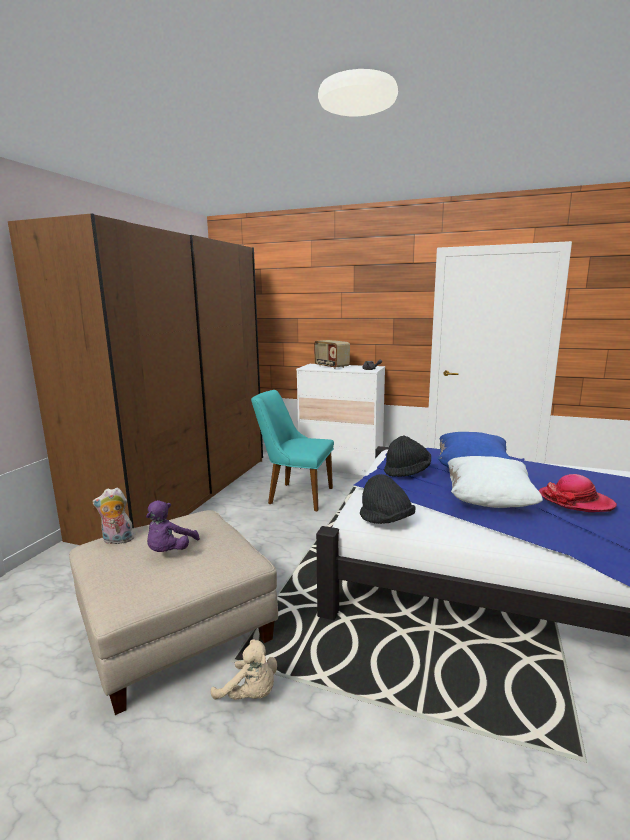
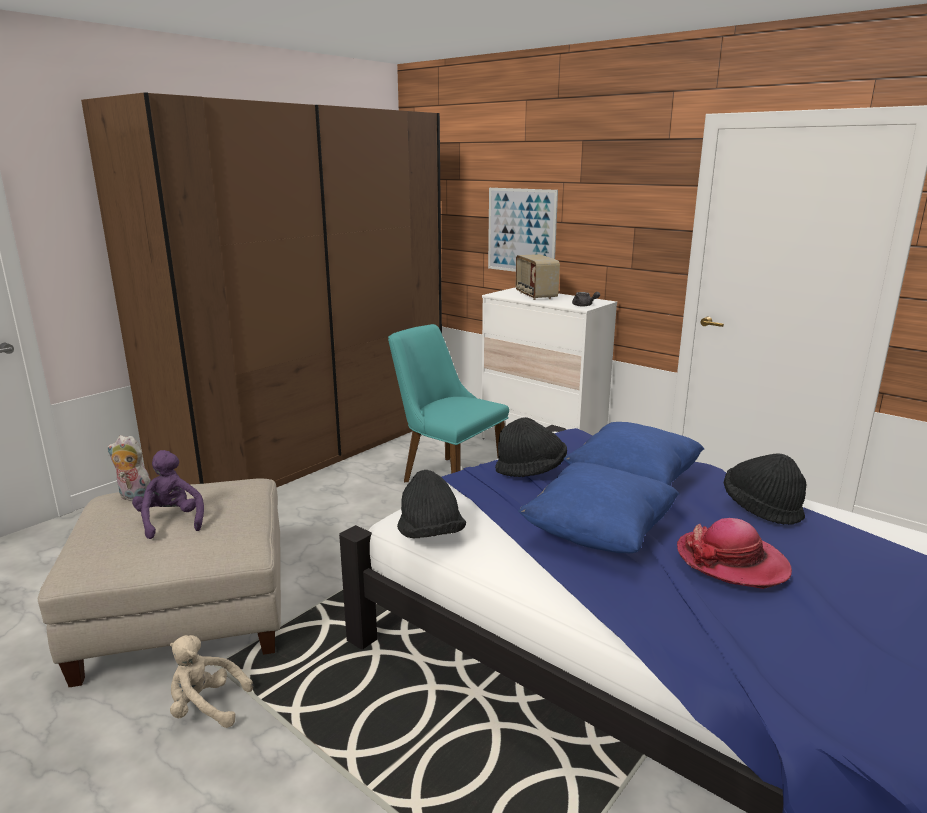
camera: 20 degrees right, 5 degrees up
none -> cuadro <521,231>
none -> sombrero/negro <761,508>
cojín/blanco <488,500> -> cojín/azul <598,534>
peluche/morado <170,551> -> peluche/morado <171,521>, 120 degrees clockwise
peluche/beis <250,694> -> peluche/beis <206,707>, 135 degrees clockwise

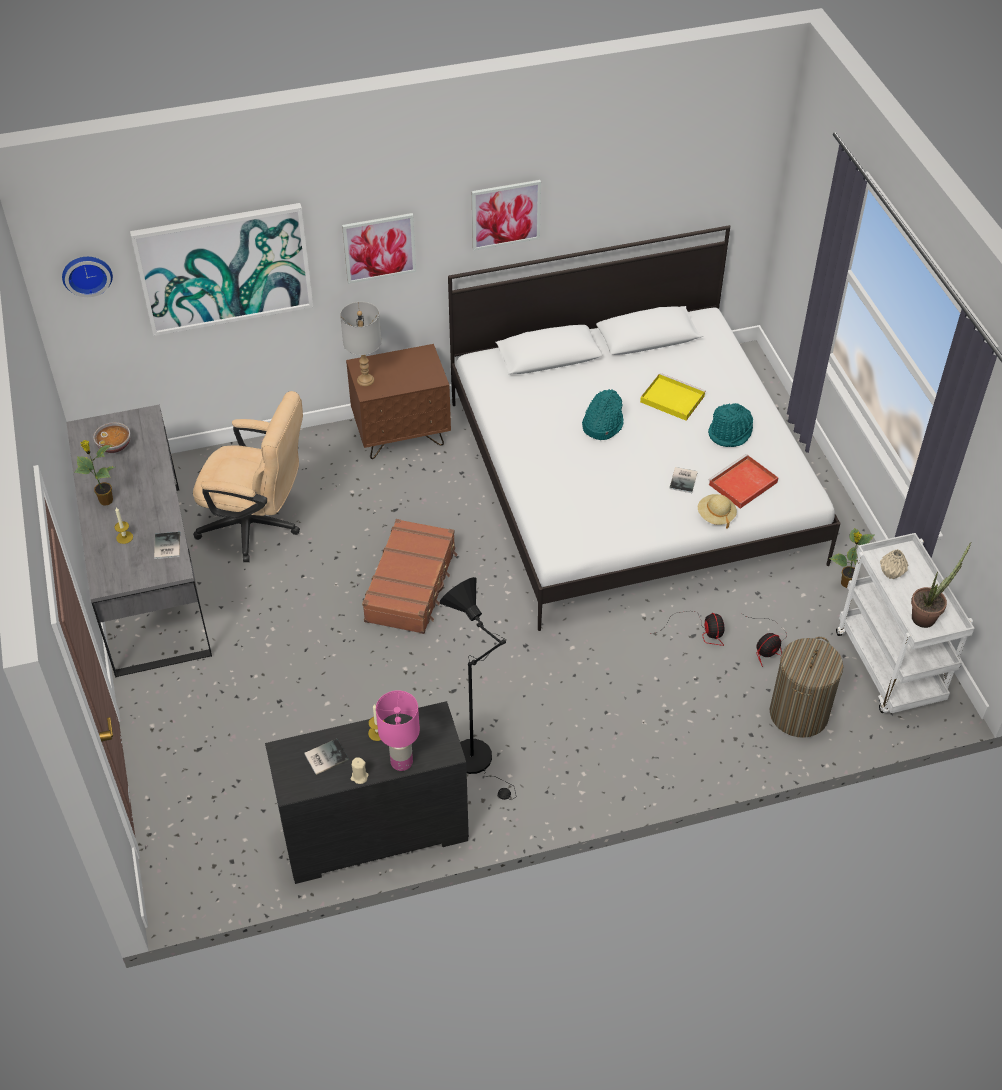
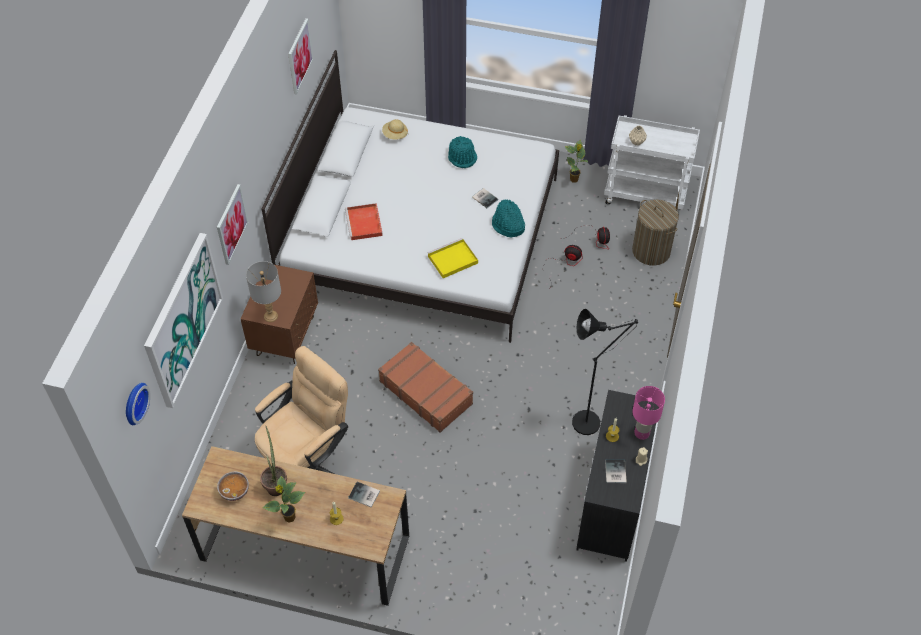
camera: 60 degrees left, 5 degrees up
cuadro <505,214> -> cuadro <300,56>, relocated
sombrero/turquesa <602,424> -> sombrero/turquesa <508,225>, relocated
bandeja/amarillo <671,399> -> bandeja/amarillo <452,260>, relocated
sombrero/beis <715,516> -> sombrero/beis <395,135>, relocated
bandeja/rojo <742,484> -> bandeja/rojo <364,224>, relocated
planta en maceta <927,616> -> planta en maceta <276,484>, relocated
escritorio/gris <149,576> -> escritorio/marrón <305,547>

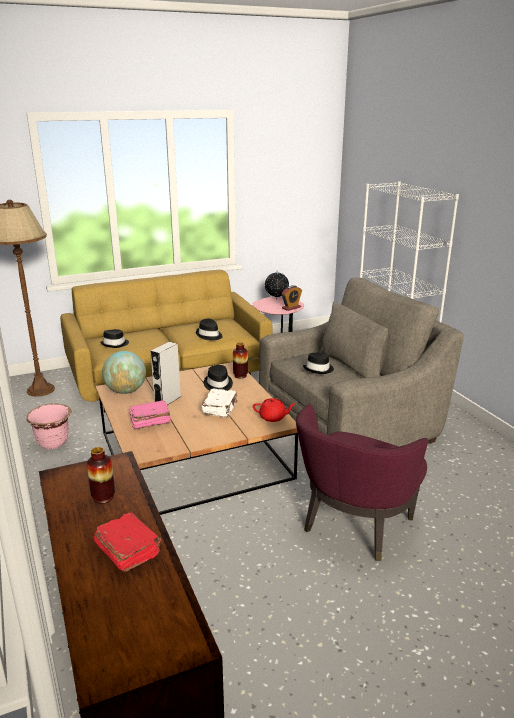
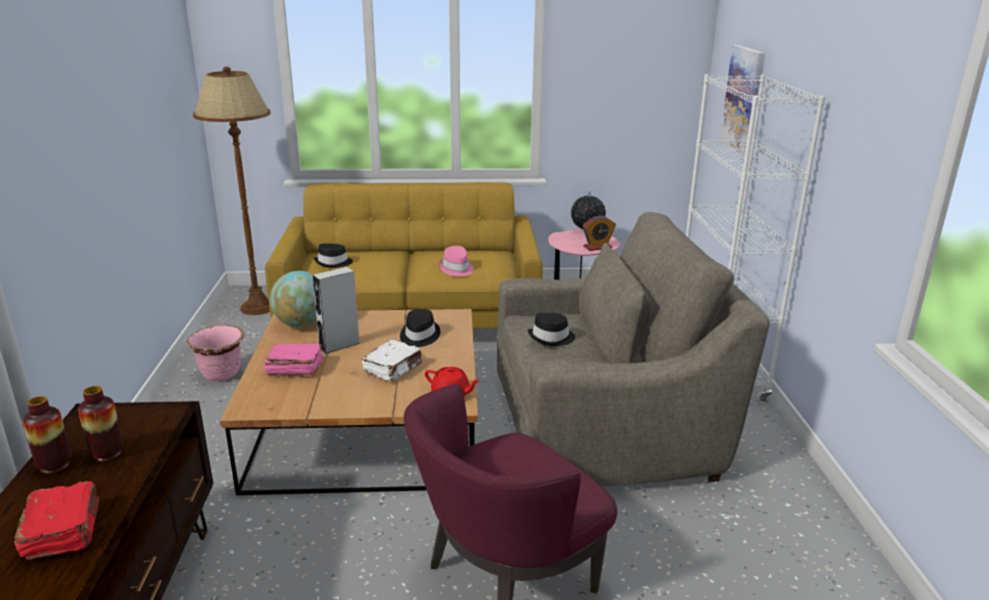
camera: 20 degrees right, 0 degrees up
none -> cuadro <743,100>
florero <240,376> -> florero <55,466>, relocated
sombrero/negro <209,335> -> sombrero/rosa <456,269>

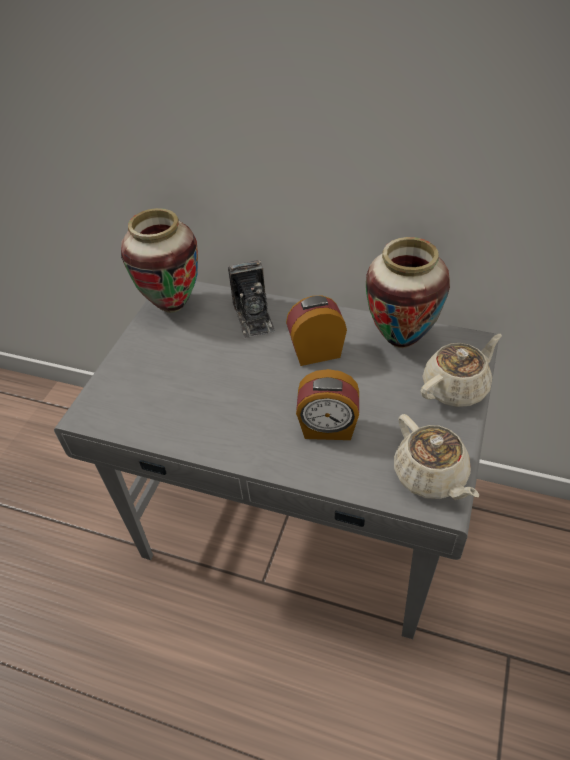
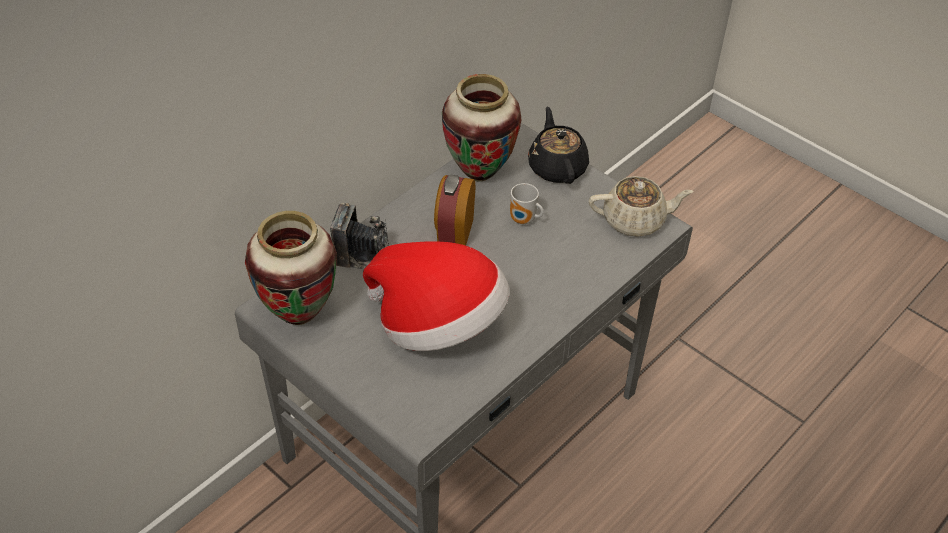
camera: 70 degrees left, 0 degrees up
despertador <328,428> -> none
none -> sombrero <438,324>
none -> taza grande <524,220>
tetera/beis <456,388> -> tetera/negro <557,167>

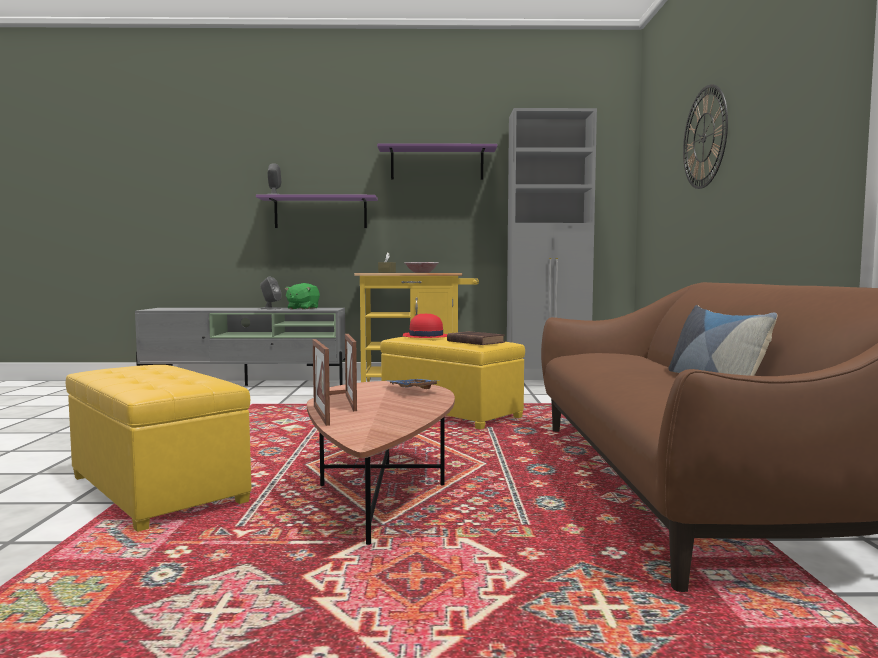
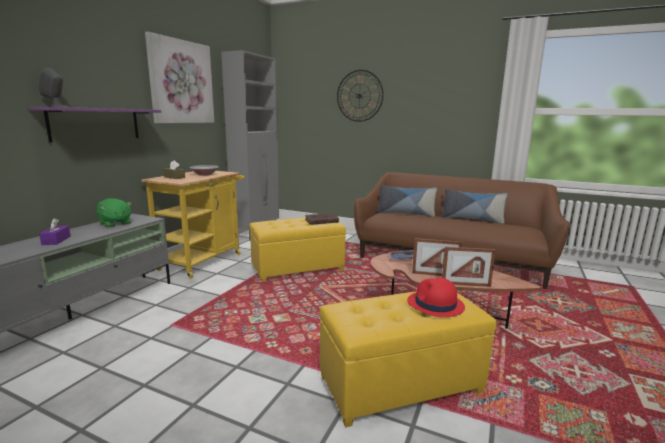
camera: 65 degrees left, 10 degrees up
altavoz/gris <270,308> -> none
none -> caja de pañuelos/morado <56,240>
none -> cojín <405,213>
sombrero/rojo <425,337> -> sombrero/rojo <435,305>, relocated
estante/morado <437,164> -> cuadro <181,82>

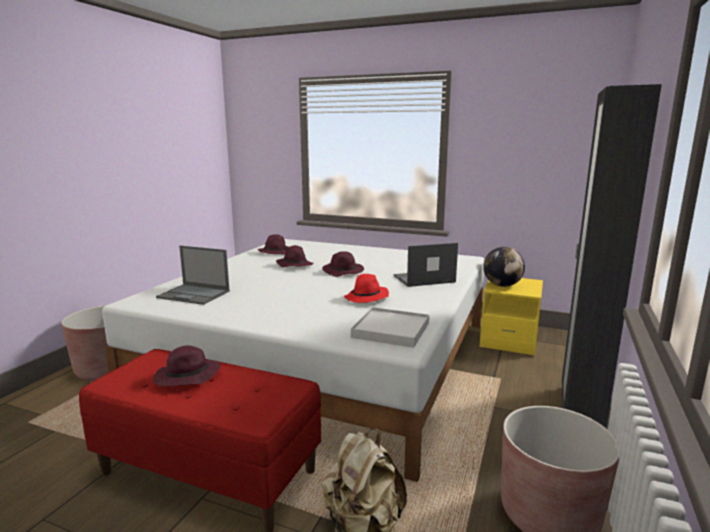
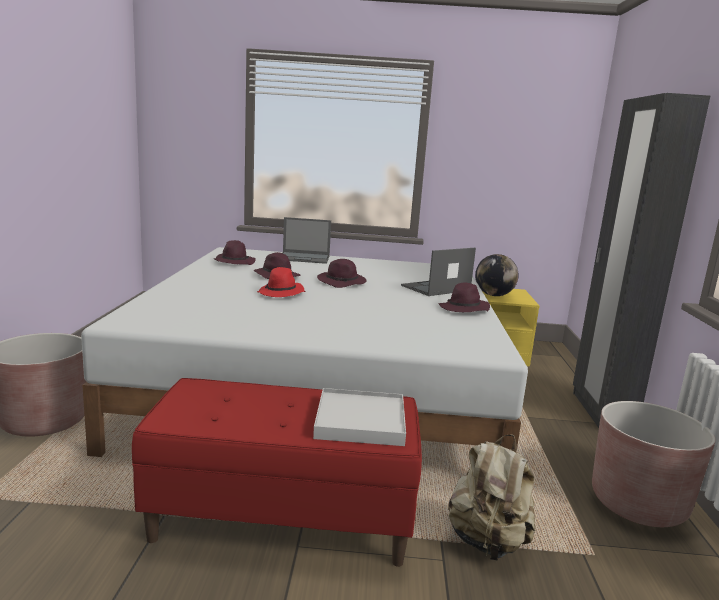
camera: 20 degrees left, 0 degrees up
sombrero/morado <186,377> -> sombrero/morado <464,309>, relocated
portátil <194,294> -> portátil <305,258>, relocated
sombrero/rojo <366,298> -> sombrero/rojo <281,293>, relocated
bandeja/blanco <391,330> -> bandeja/blanco <360,421>, relocated

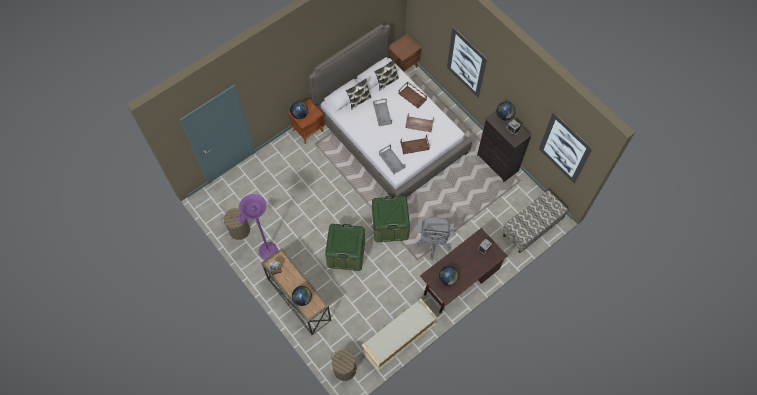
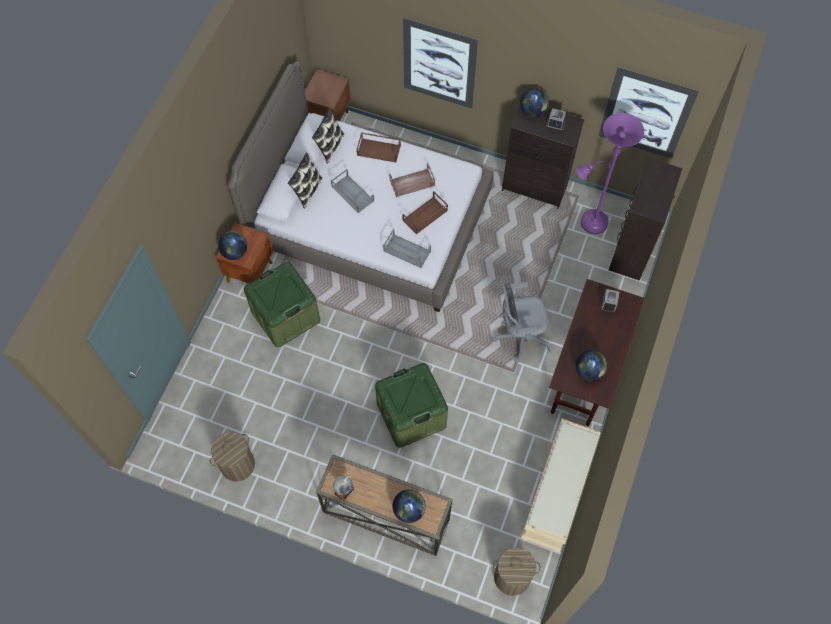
camera: 30 degrees left, 0 degrees up
lámpara de pie/morado <266,250> -> lámpara de pie/morado <590,222>, relocated
caja de almacenaje/verde <390,225> -> caja de almacenaje/verde <285,316>, relocated
banco <531,228> -> cómoda/negro <631,250>
silla de oficina/gris <433,243> -> silla de oficina/gris <519,337>, 105 degrees clockwise

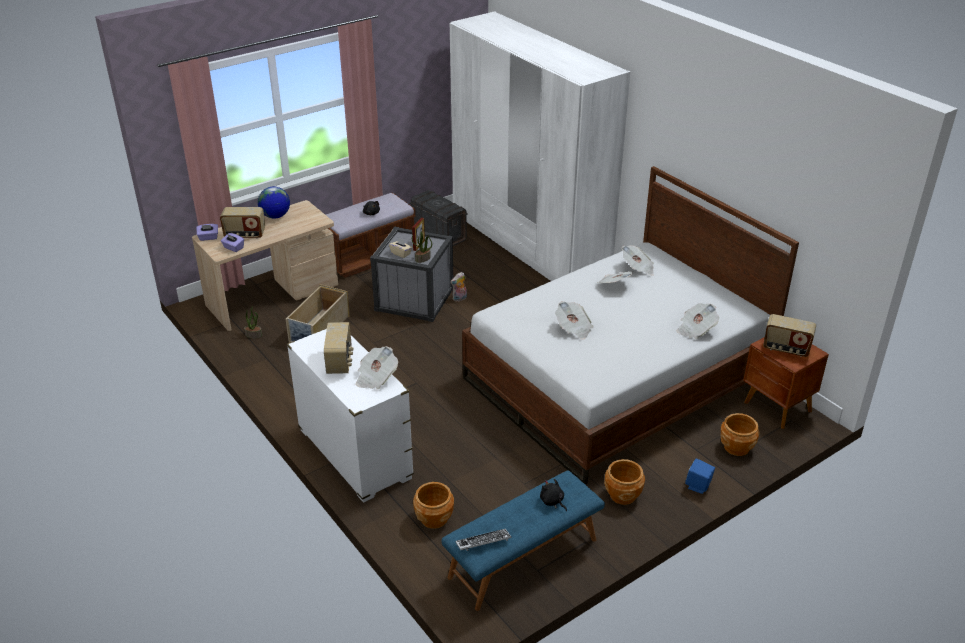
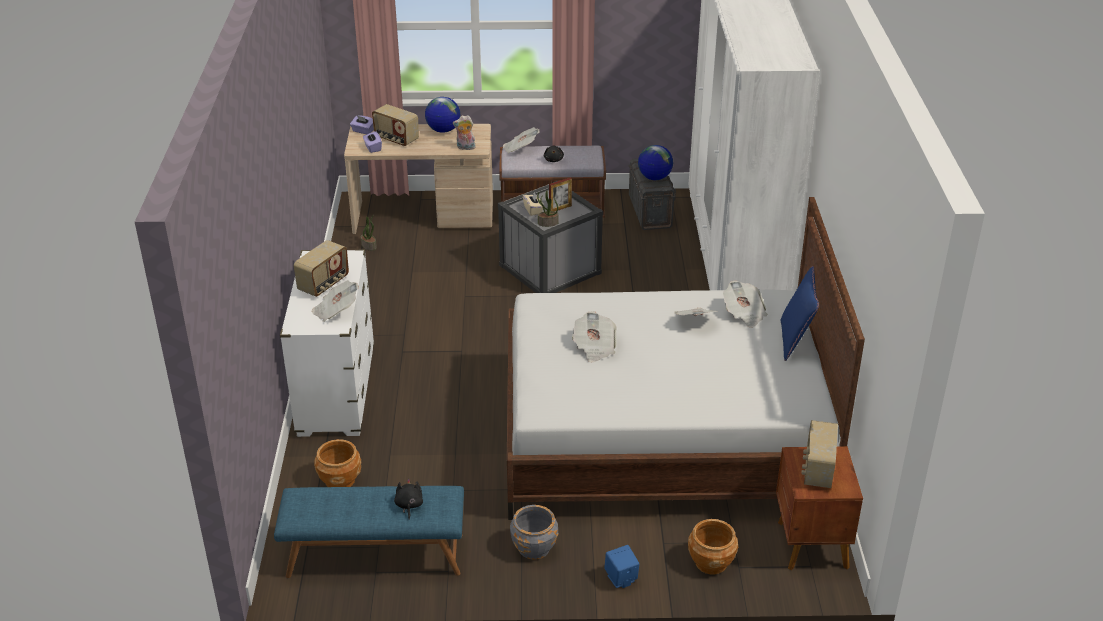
camera: 35 degrees right, 0 degrees up
caja de almacenaje/beis <319,329> -> none
teclado <483,542> -> none
none -> globo terráqueo <654,178>
none -> cojín/azul <795,341>
peluche <459,299> -> peluche <465,148>, relocated
periódico <695,329> -> periódico <520,149>, relocated
maceta/marrón <623,495> -> maceta/gris <534,548>
radio <786,349> -> radio <817,470>, 45 degrees clockwise

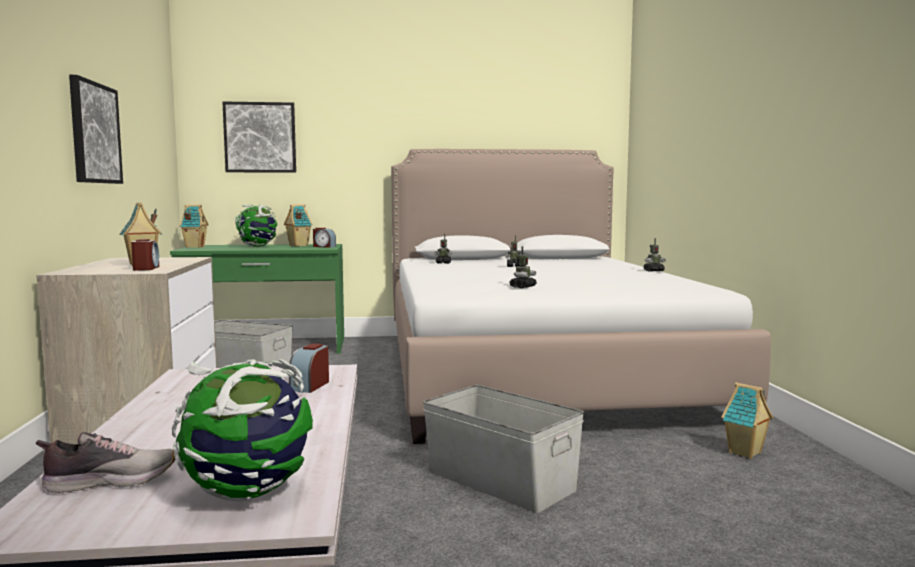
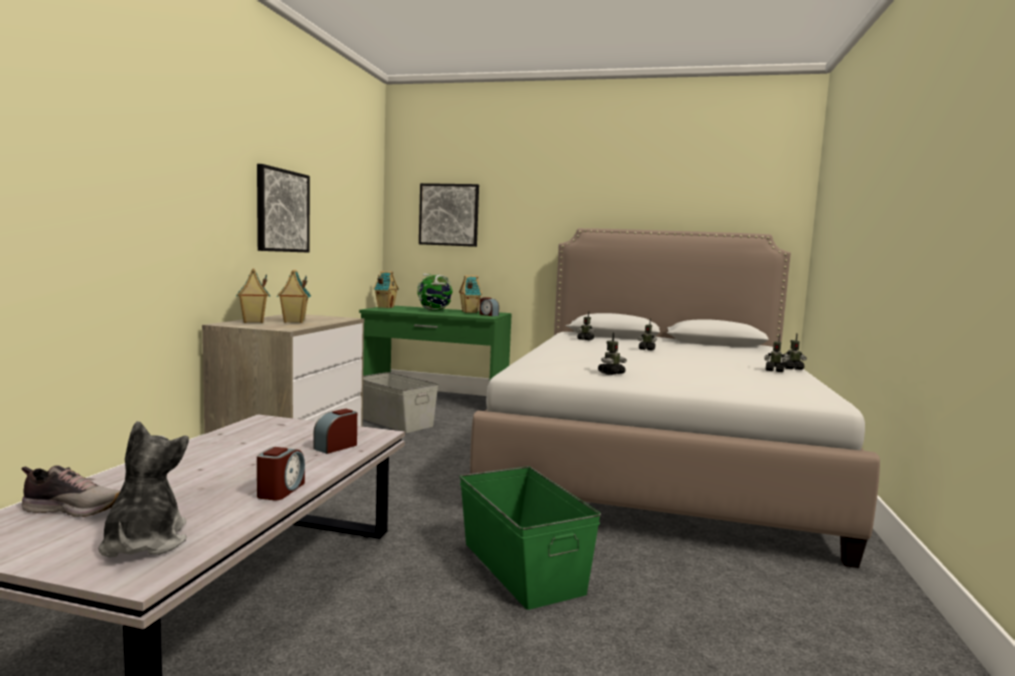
camera: 20 degrees right, 0 degrees up
none -> robot de juguete <774,371>
despertador <146,268> -> despertador <280,490>, relocated
casita <745,453> -> casita <253,322>, relocated
globo terráqueo <249,493> -> peluche <144,543>
caja de almacenaje/gris <500,481> -> caja de almacenaje/verde <521,567>

